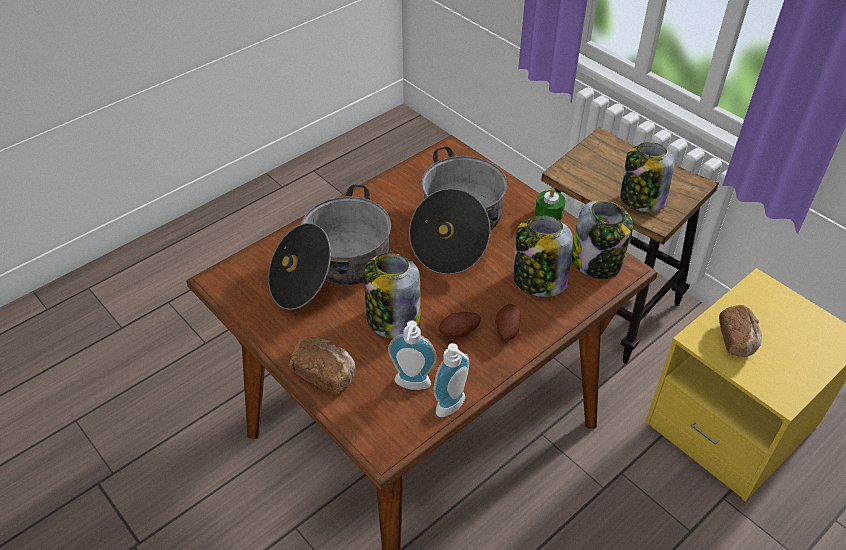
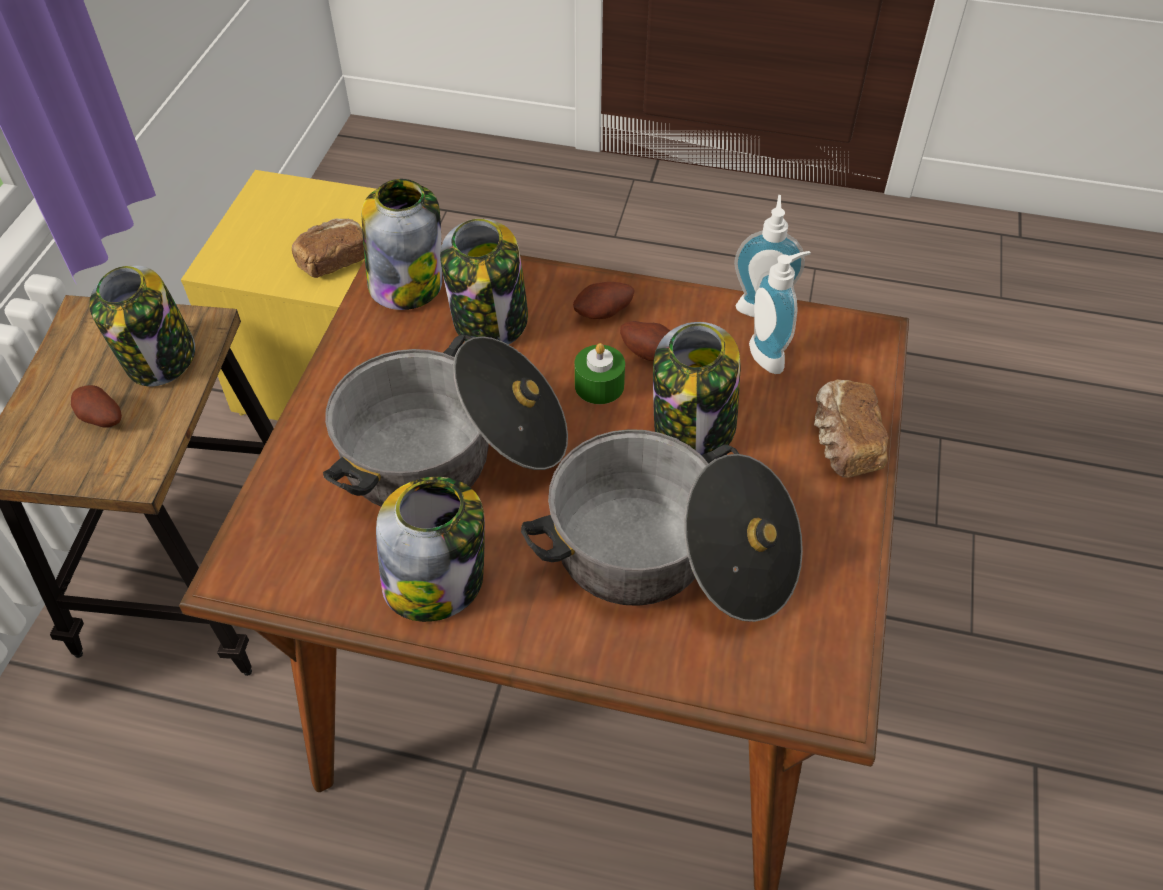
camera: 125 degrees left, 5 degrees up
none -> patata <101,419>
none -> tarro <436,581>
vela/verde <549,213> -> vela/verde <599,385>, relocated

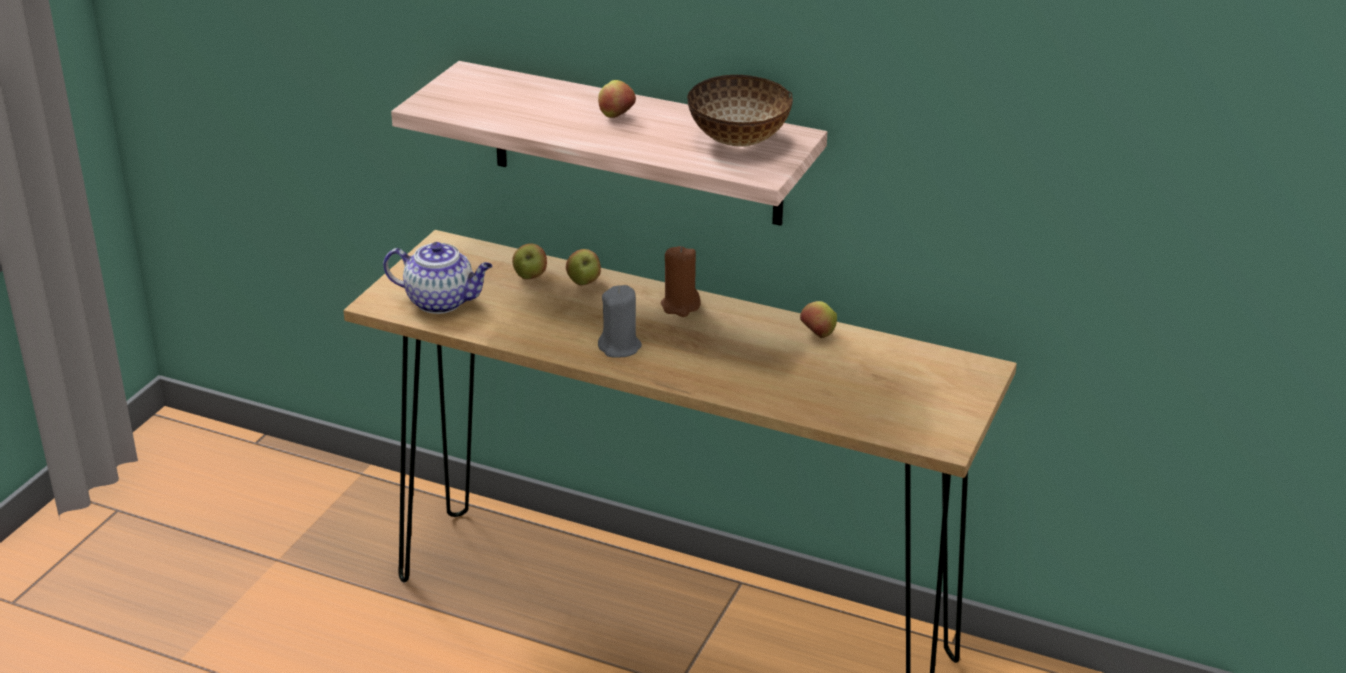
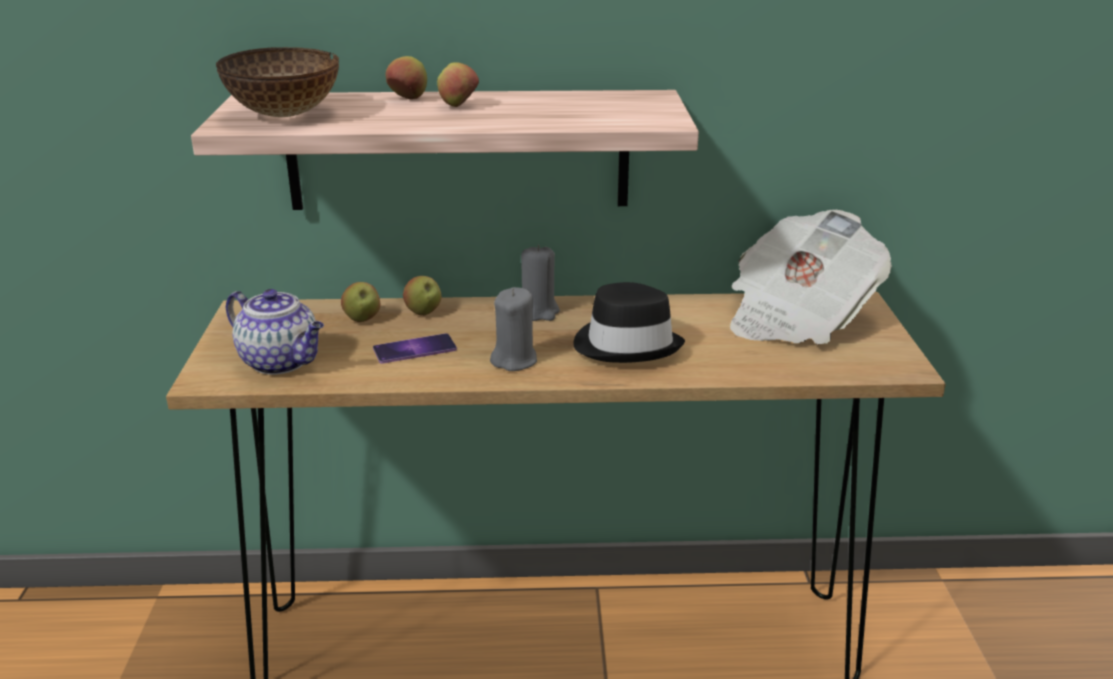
camera: 25 degrees left, 5 degrees down
none -> móvil <414,349>
none -> sombrero/negro <627,345>
none -> periódico <797,317>
cuenco <738,141> -> cuenco <284,115>, relocated
manzana <817,335> -> manzana <408,99>, relocated
vela/marrón <680,306> -> vela/gris <539,312>
tetera <442,301> -> tetera <282,362>, 45 degrees clockwise

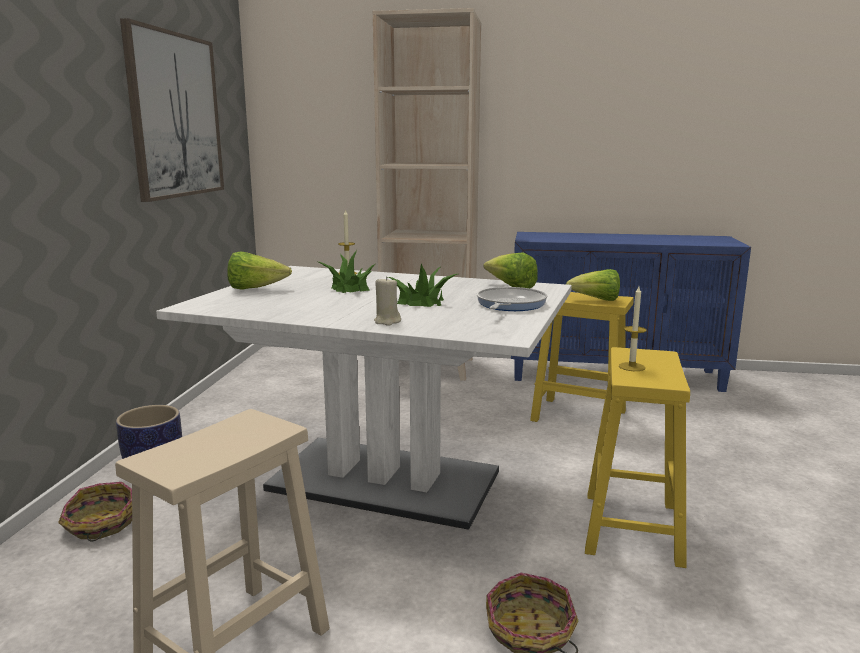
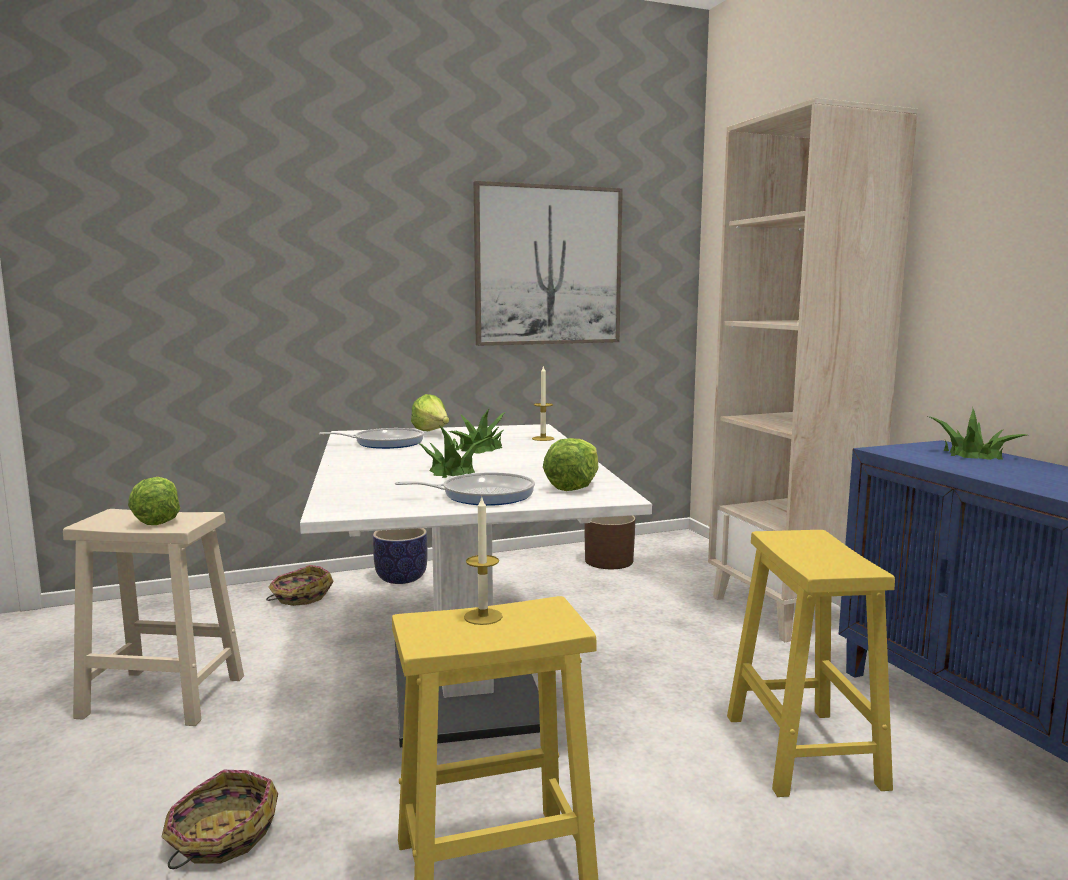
camera: 60 degrees right, 5 degrees down
vela/beis <387,321> -> none
none -> sartén <385,443>
none -> maceta/marrón <609,561>
none -> planta en maceta <973,454>
lechuga <596,300> -> lechuga <157,519>, relocated

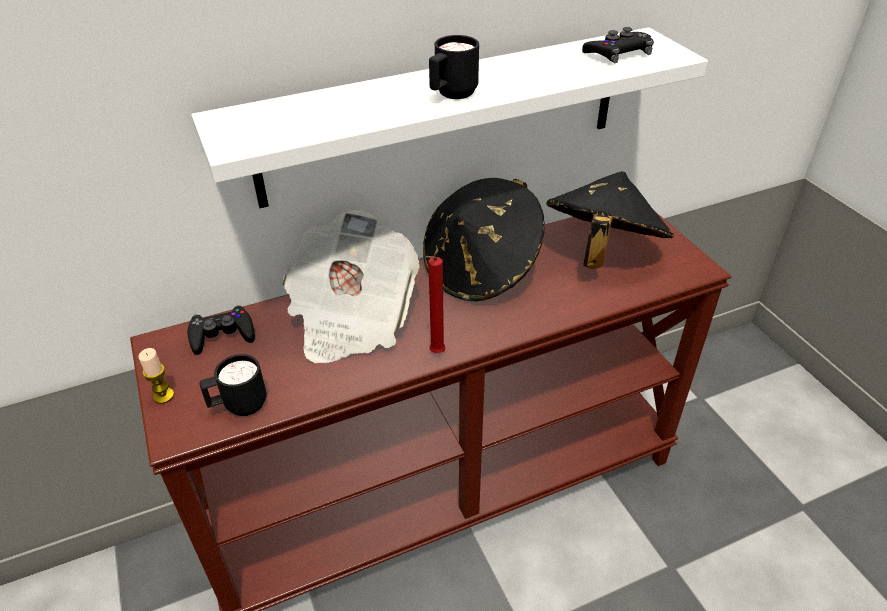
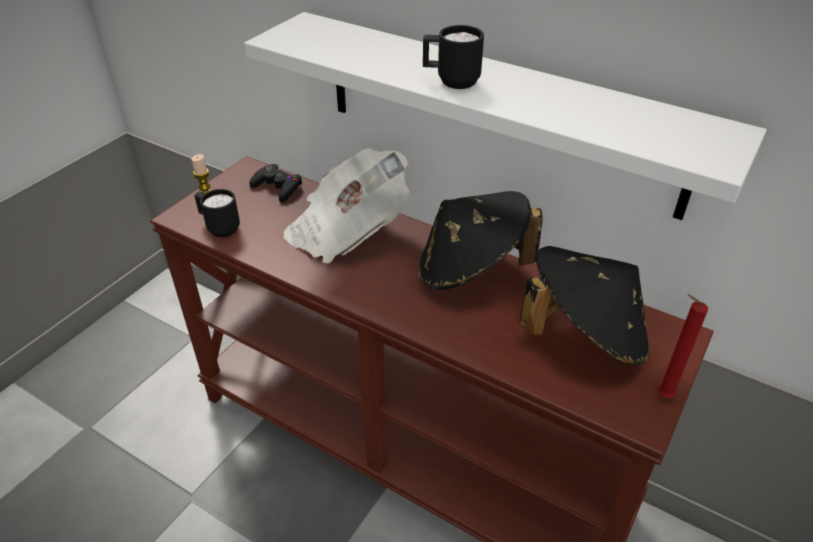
camera: 55 degrees right, 0 degrees up
mando de consola/negro <618,54> -> none
vela/rojo <435,354> -> vela/rojo <661,395>, relocated

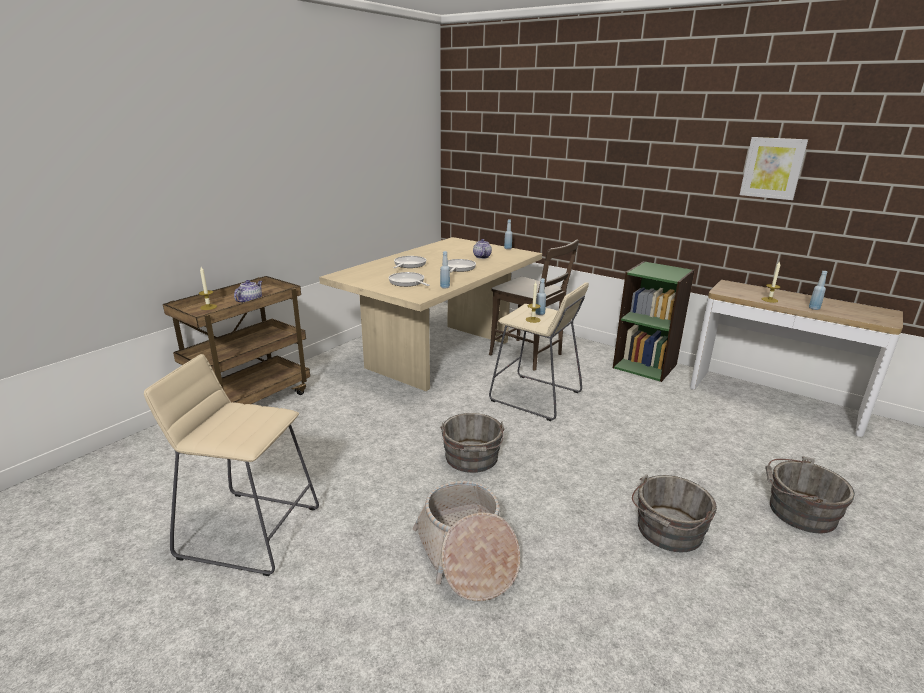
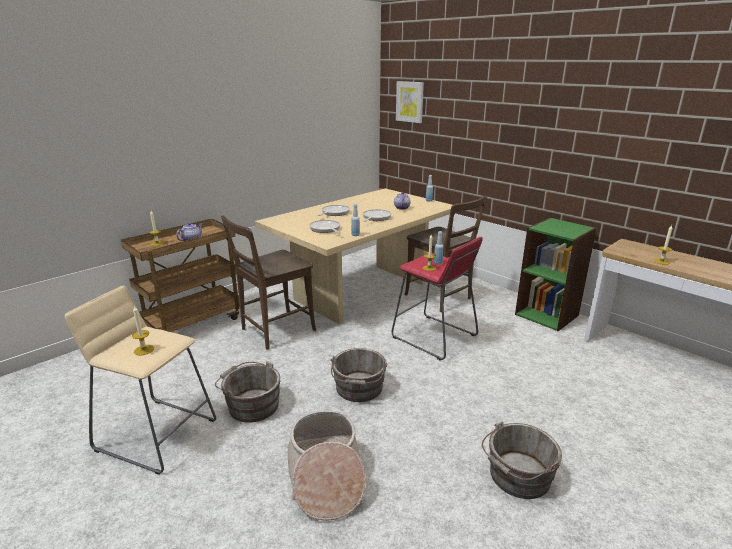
camera: 10 degrees right, 0 degrees up
botella/azul <814,308> -> none
none -> vela <144,350>
none -> silla/marrón <274,331>
cuadro <772,168> -> cuadro <410,101>, relocated
cubo/gris <798,511> -> cubo/gris <251,405>, relocated
taburete/beis <535,397> -> taburete/rojo <434,337>

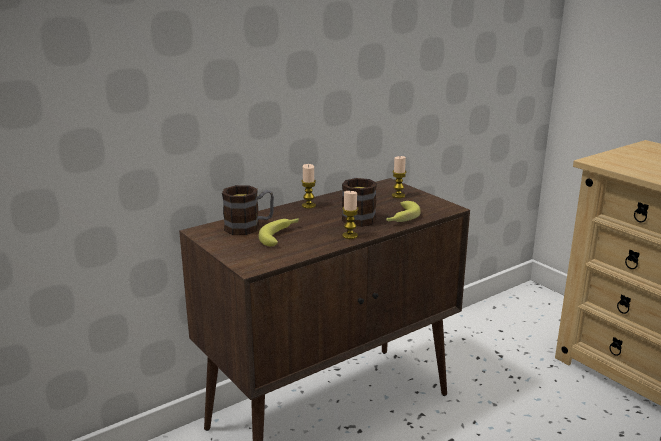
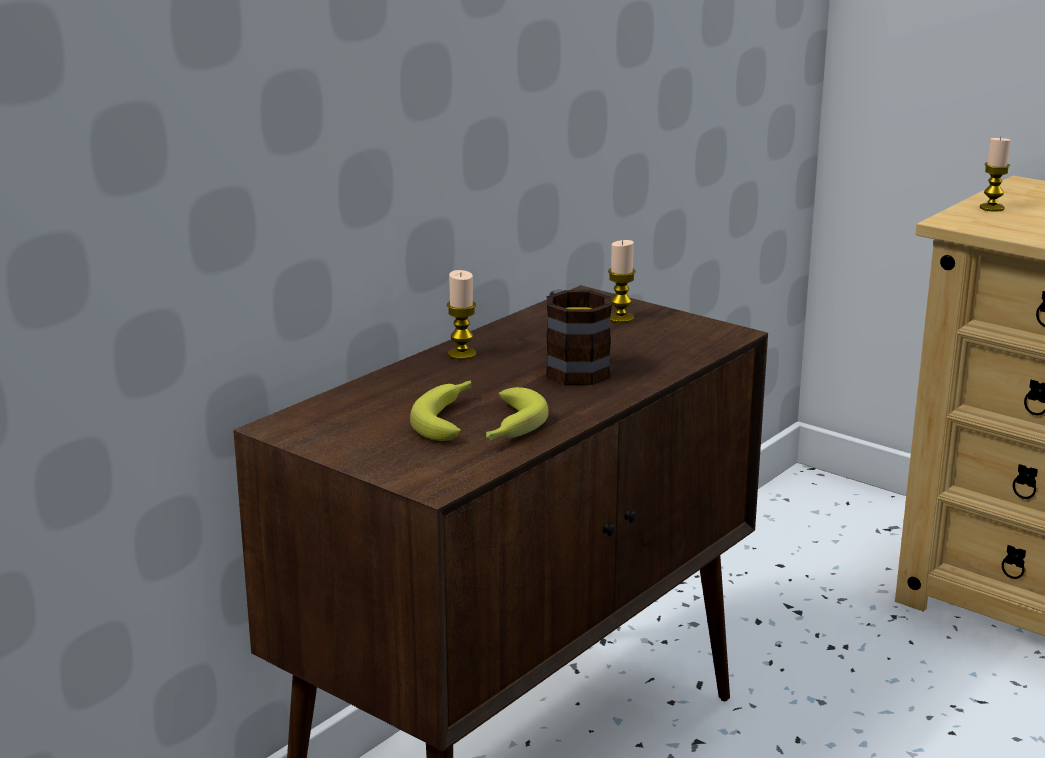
camera: 15 degrees left, 0 degrees up
taza grande <249,227> -> none
vela <350,236> -> vela <991,208>, relocated
plátano <400,218> -> plátano <509,428>, relocated

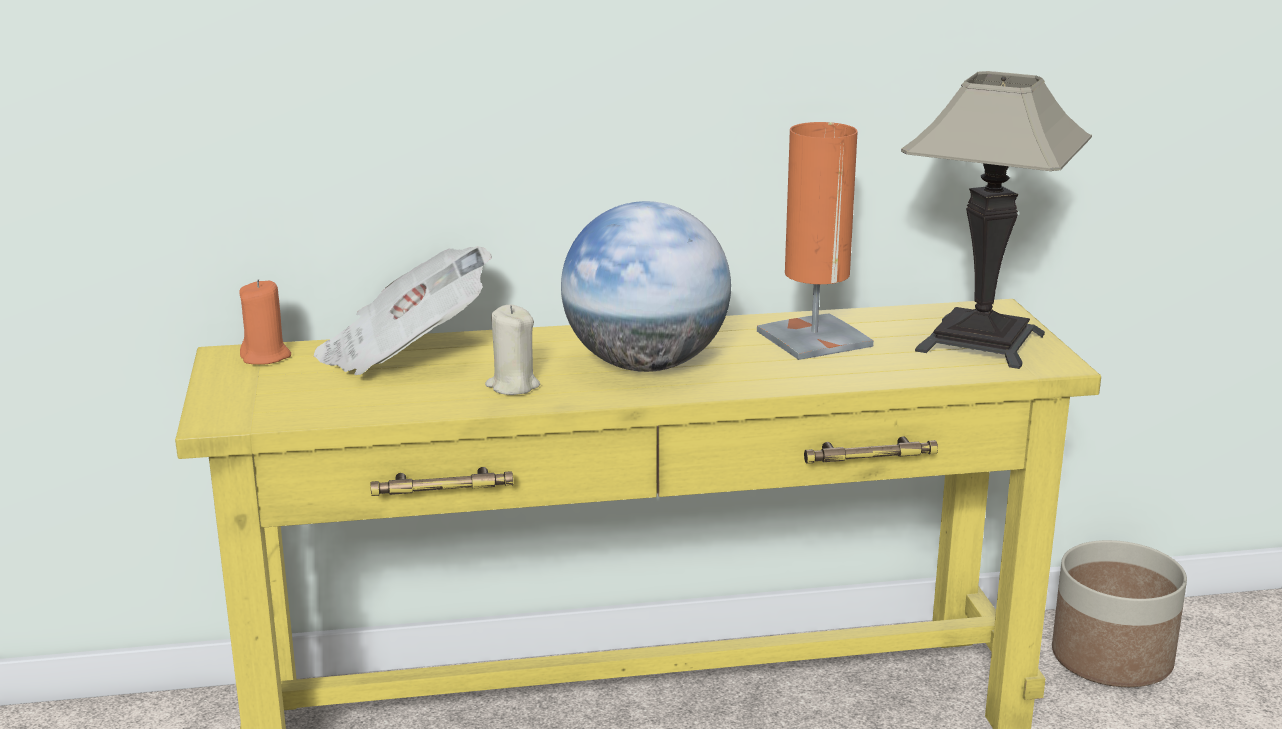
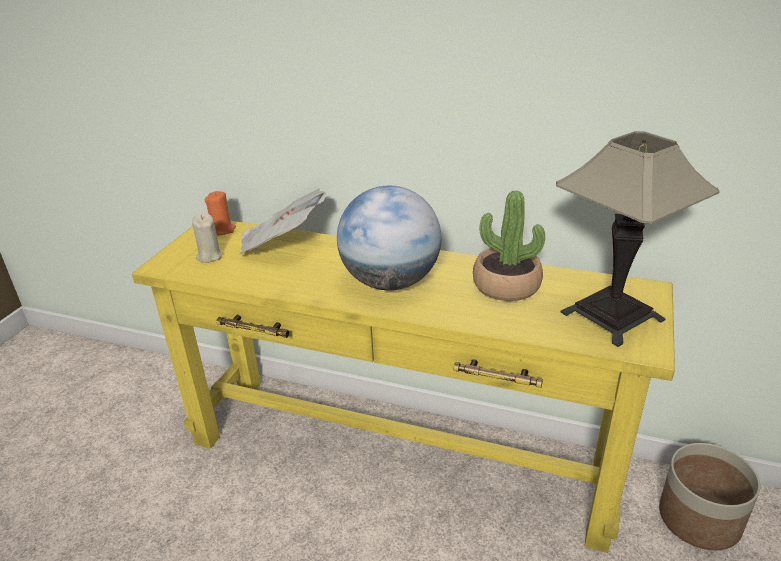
camera: 30 degrees right, 10 degrees up
vela/beis <513,386> -> vela/beis <209,256>, relocated
lámpara de mesa/naranja <814,339> -> planta en maceta <506,286>

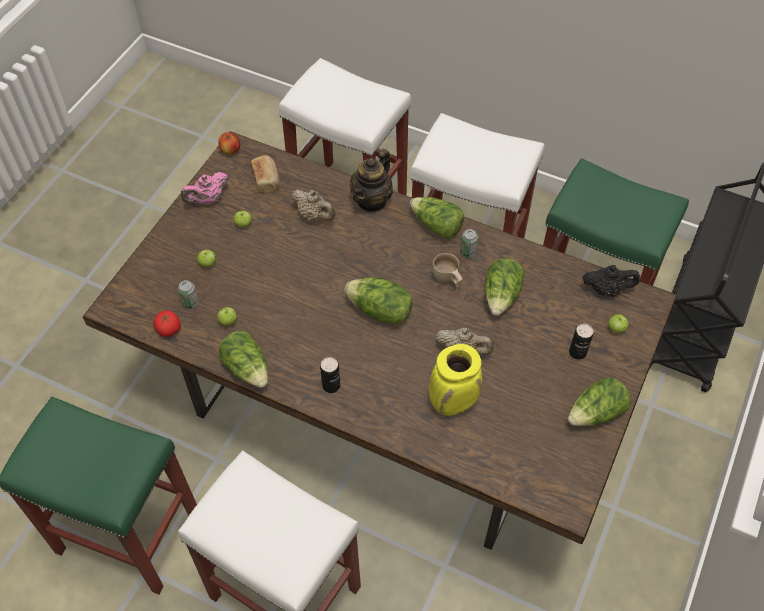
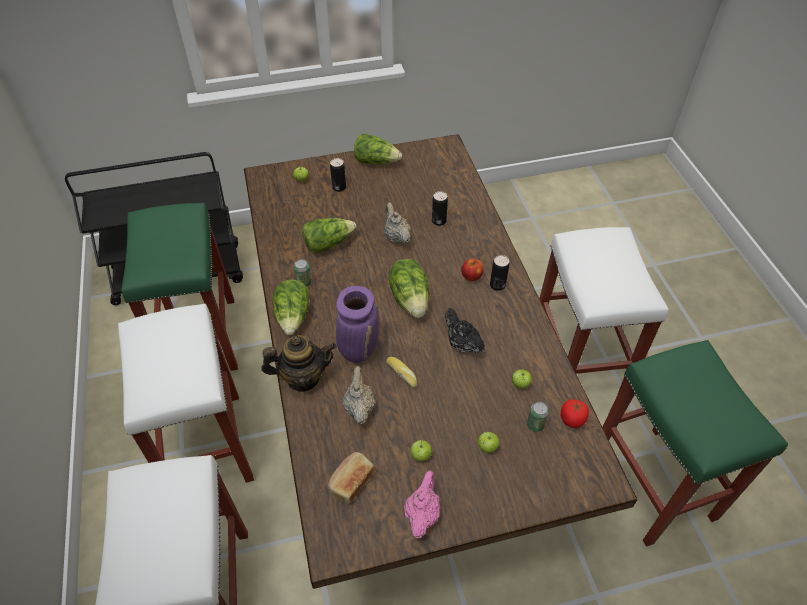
camera: 130 degrees left, 5 degrees down
lechuga <247,368> -> none
taza/beis <447,280> -> none
none -> florero/morado <358,349>
none -> pan <402,374>
manzana <230,151> -> manzana <471,277>, relocated
tetera/negro <607,290> -> tetera/negro <461,344>, relocated
florero/amarillo <453,402> -> lata <439,221>
tetera/rosa <208,200> -> tetera/rosa <422,513>, 90 degrees counterclockwise

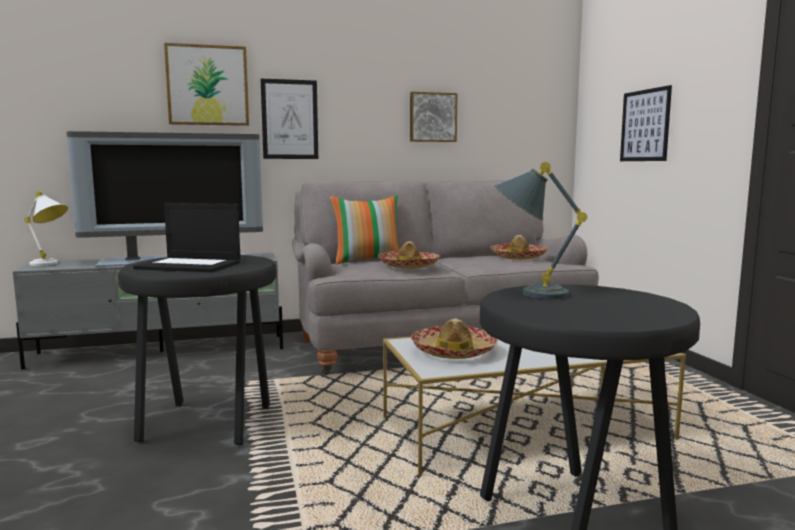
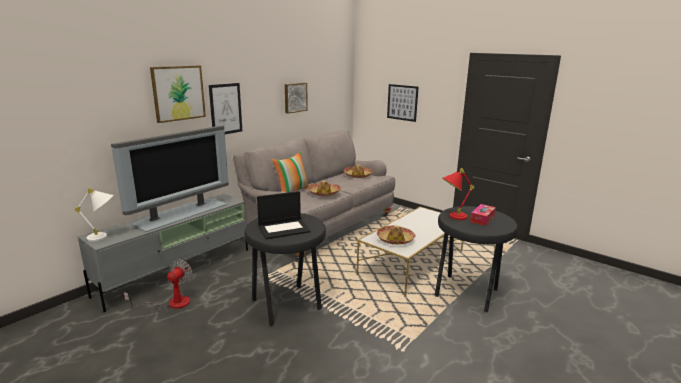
camera: 35 degrees left, 10 degrees up
none -> ventilador <171,304>
none -> caja de pañuelos <482,219>
lámpara de mesa/gris <528,293> -> lámpara de mesa/rojo <452,217>

